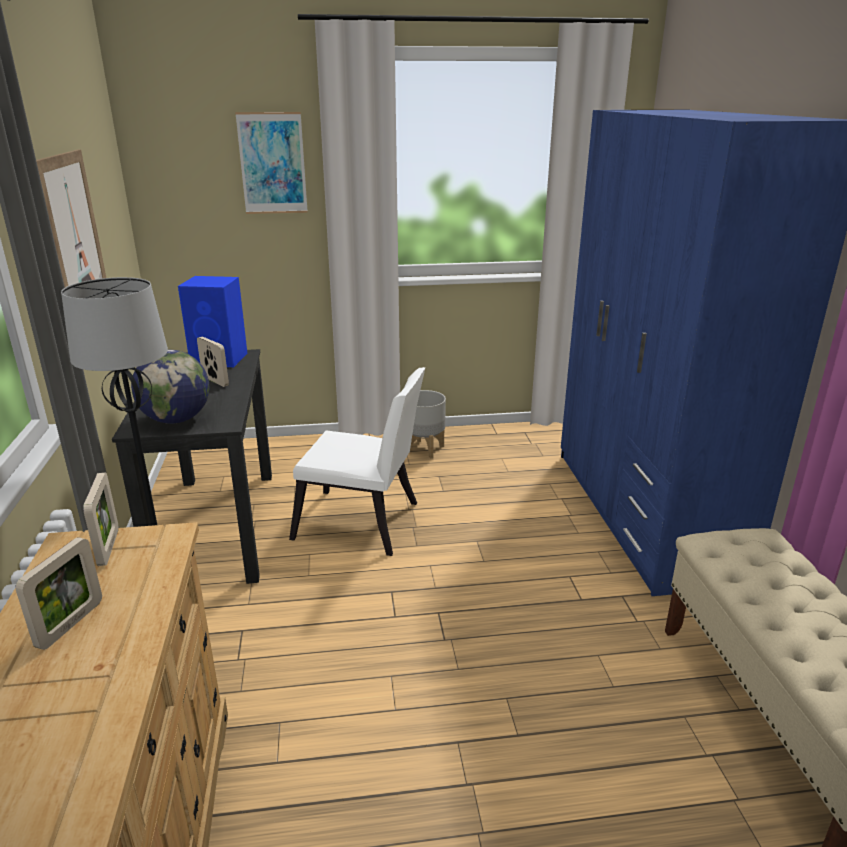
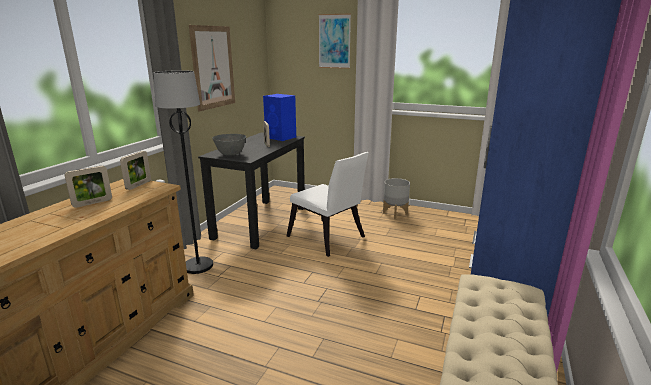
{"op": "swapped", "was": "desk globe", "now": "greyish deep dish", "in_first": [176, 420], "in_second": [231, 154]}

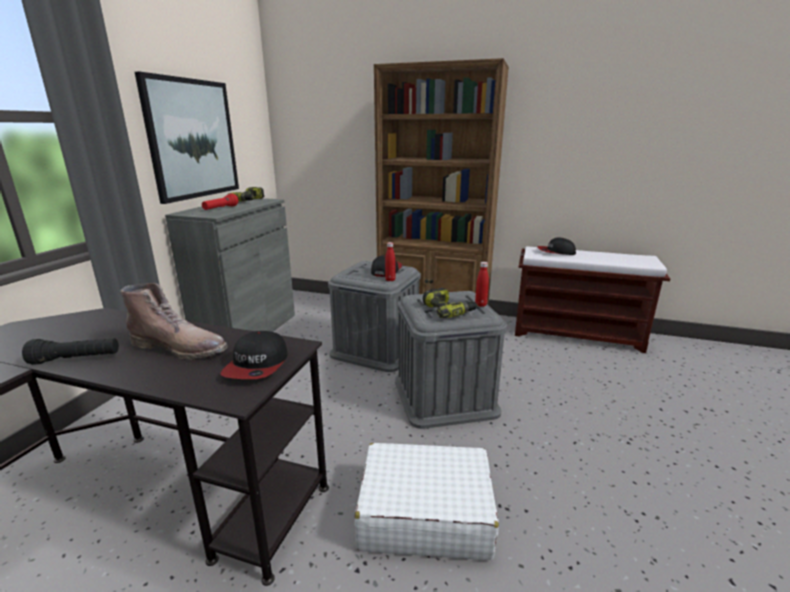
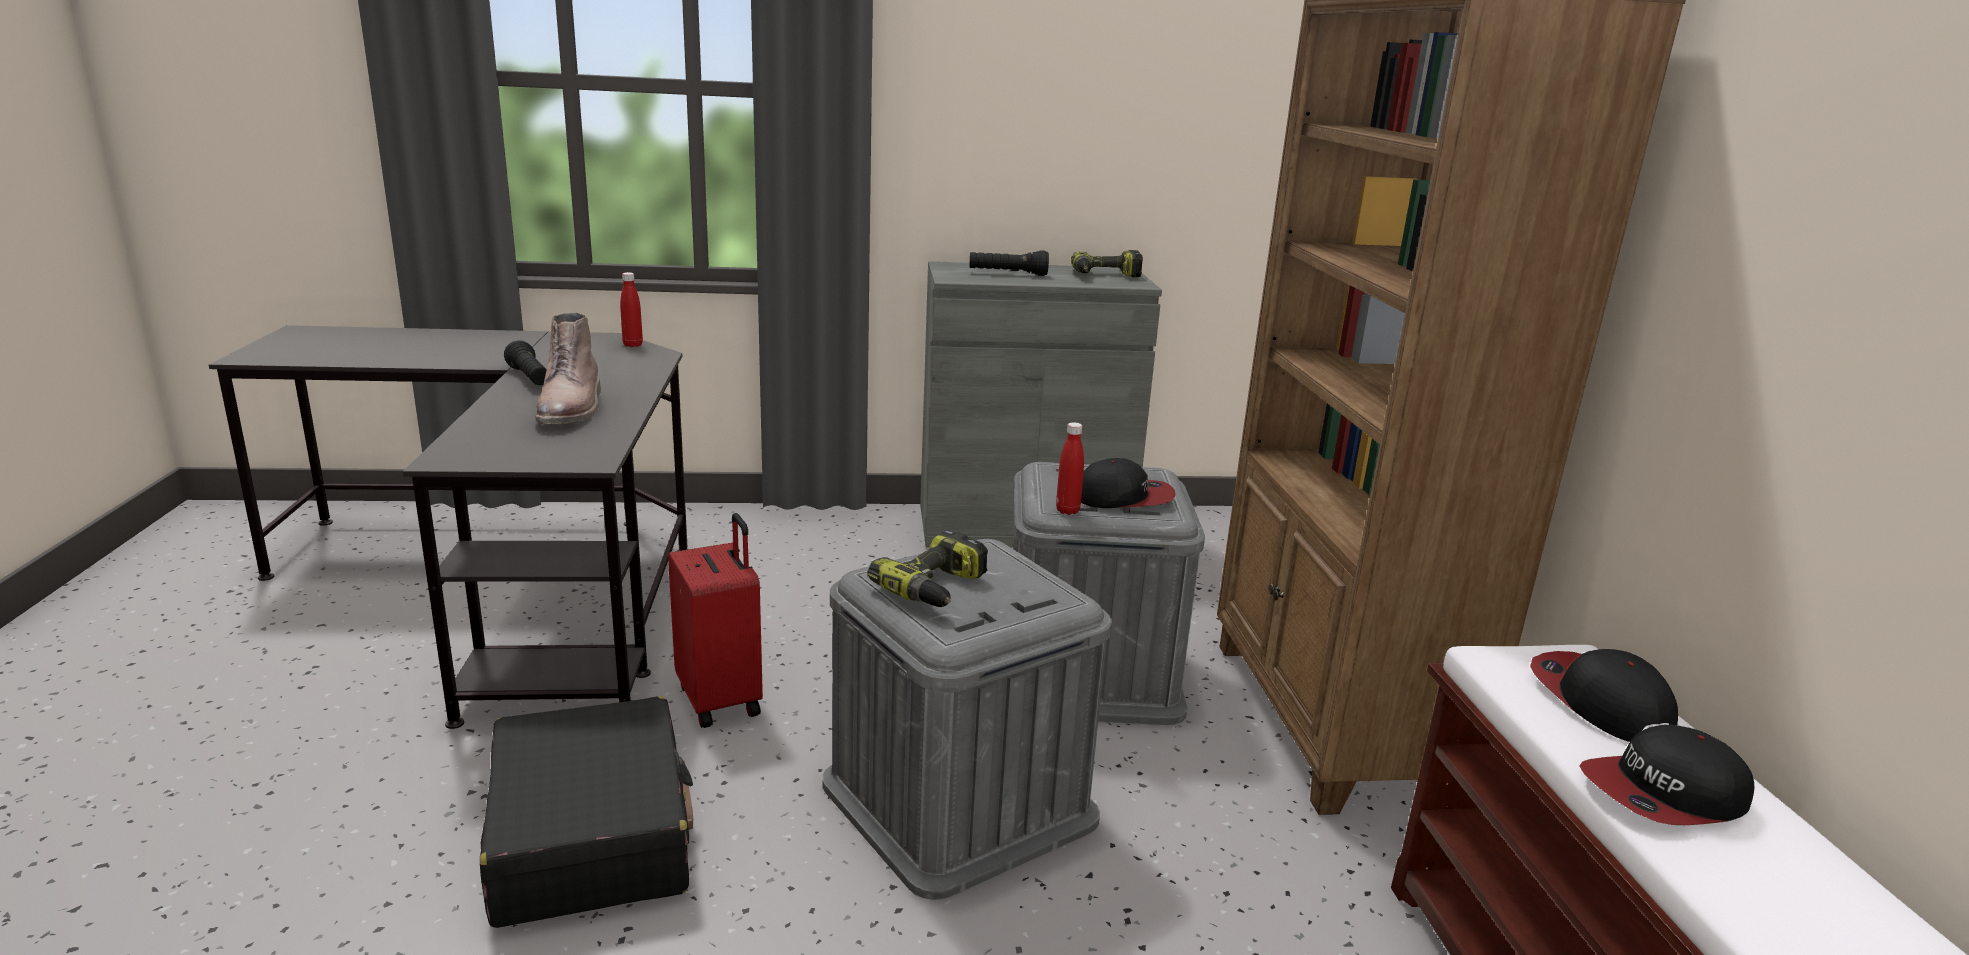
{"op": "gone", "was": "picture", "in_first": [192, 139]}
{"op": "repainted", "was": "red-coloured torch", "now": "black-coloured torch", "in_first": [220, 209], "in_second": [1008, 274]}
{"op": "shifted", "was": "red-coloured bottle", "in_first": [480, 305], "in_second": [632, 345]}
{"op": "shifted", "was": "cap", "in_first": [257, 365], "in_second": [1663, 794]}
{"op": "repainted", "was": "white suitcase", "now": "black-coloured suitcase", "in_first": [424, 513], "in_second": [591, 835]}
{"op": "new", "now": "red-coloured suitcase", "in_second": [722, 699]}

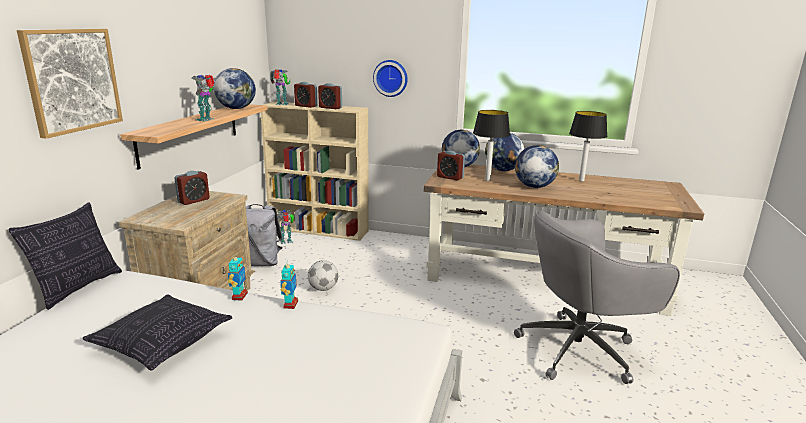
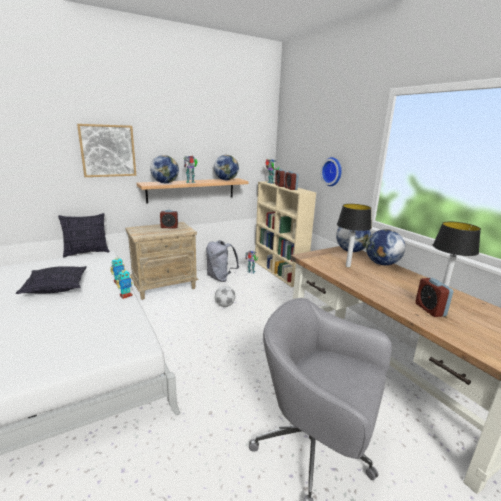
{"op": "shifted", "was": "desk globe", "in_first": [534, 186], "in_second": [165, 183]}
{"op": "shifted", "was": "table clock", "in_first": [450, 177], "in_second": [430, 309]}

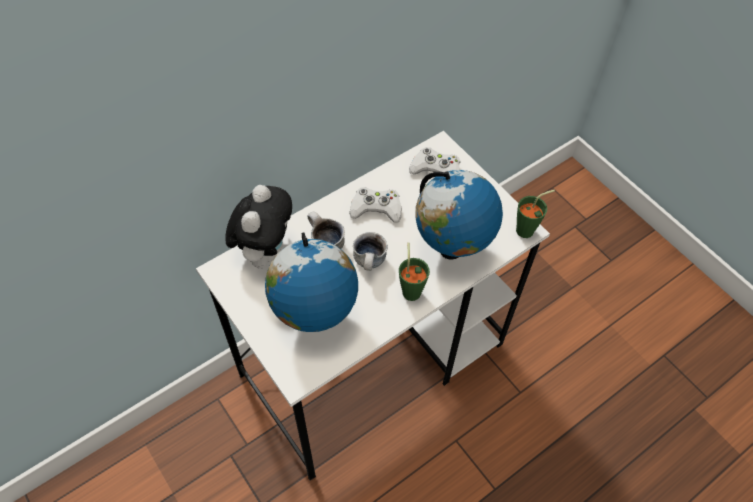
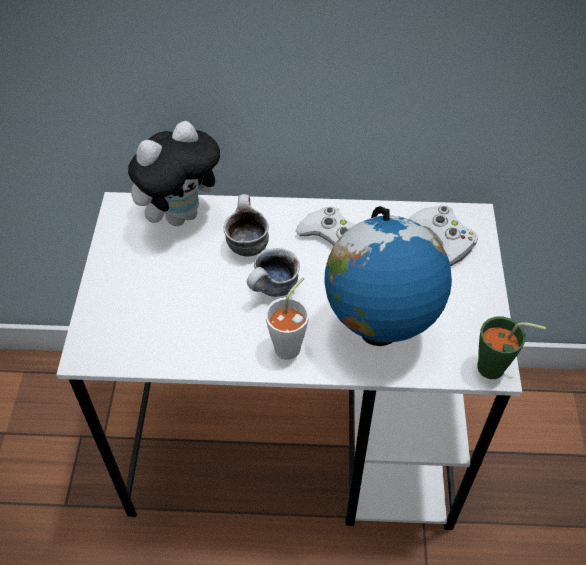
{"op": "gone", "was": "desk globe", "in_first": [315, 317]}
{"op": "repainted", "was": "green drinking cup", "now": "white drinking cup", "in_first": [411, 288], "in_second": [291, 344]}

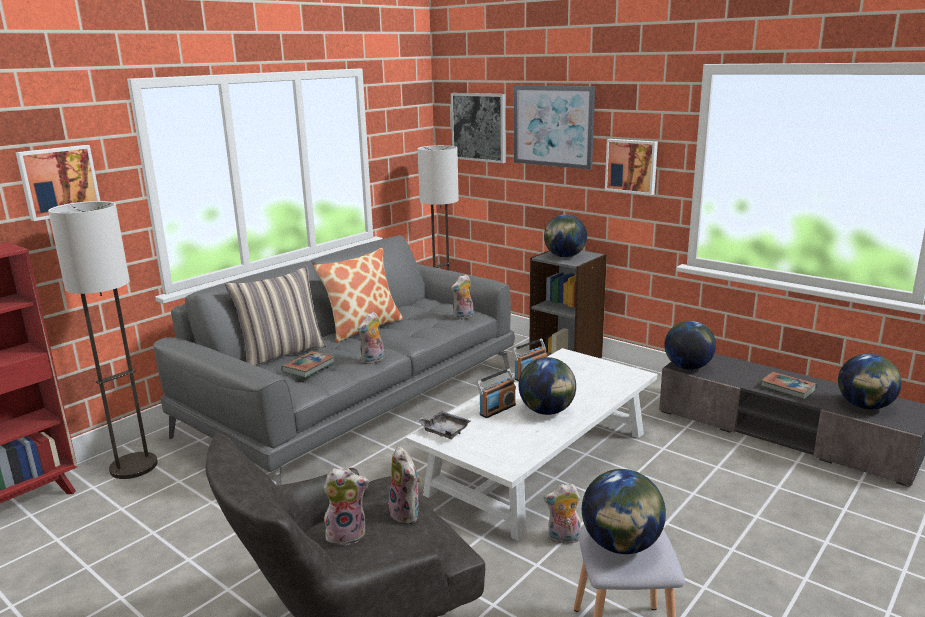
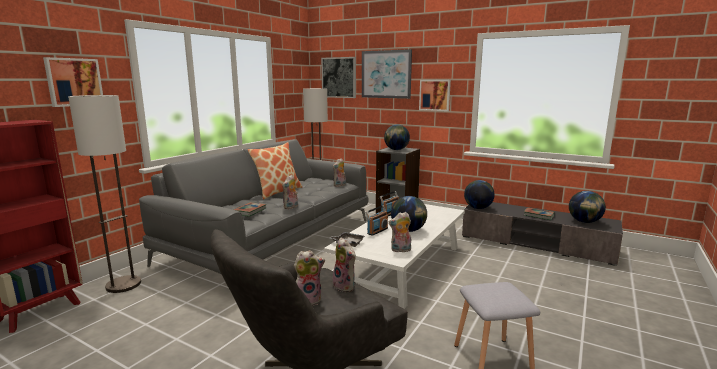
{"op": "gone", "was": "throw pillow", "in_first": [282, 353]}
{"op": "gone", "was": "desk globe", "in_first": [621, 545]}
{"op": "shifted", "was": "soft toy", "in_first": [563, 539], "in_second": [400, 250]}

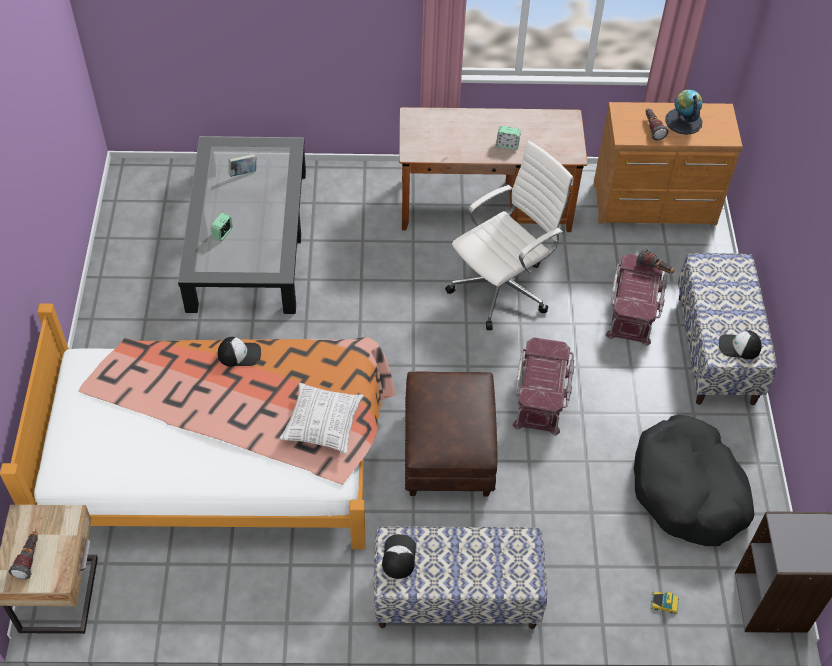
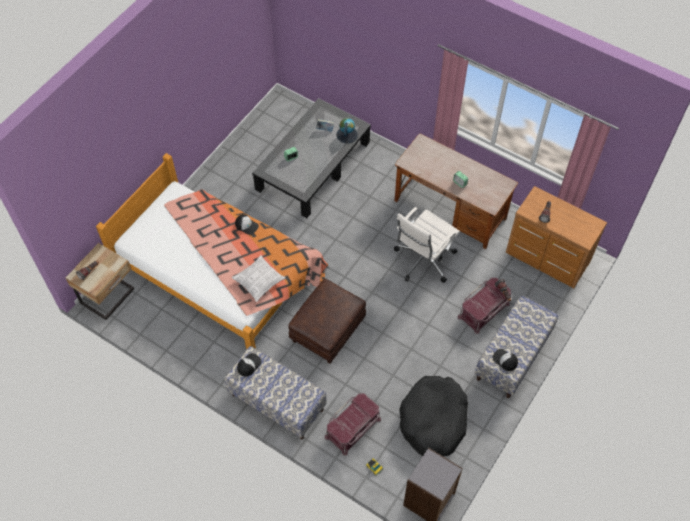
{"op": "shifted", "was": "desk globe", "in_first": [683, 121], "in_second": [347, 135]}
{"op": "rotated", "was": "white desk chair", "in_first": [503, 288], "in_second": [423, 260], "clockwise": 135}
{"op": "shifted", "was": "red-coloured storage bin", "in_first": [541, 397], "in_second": [353, 428]}

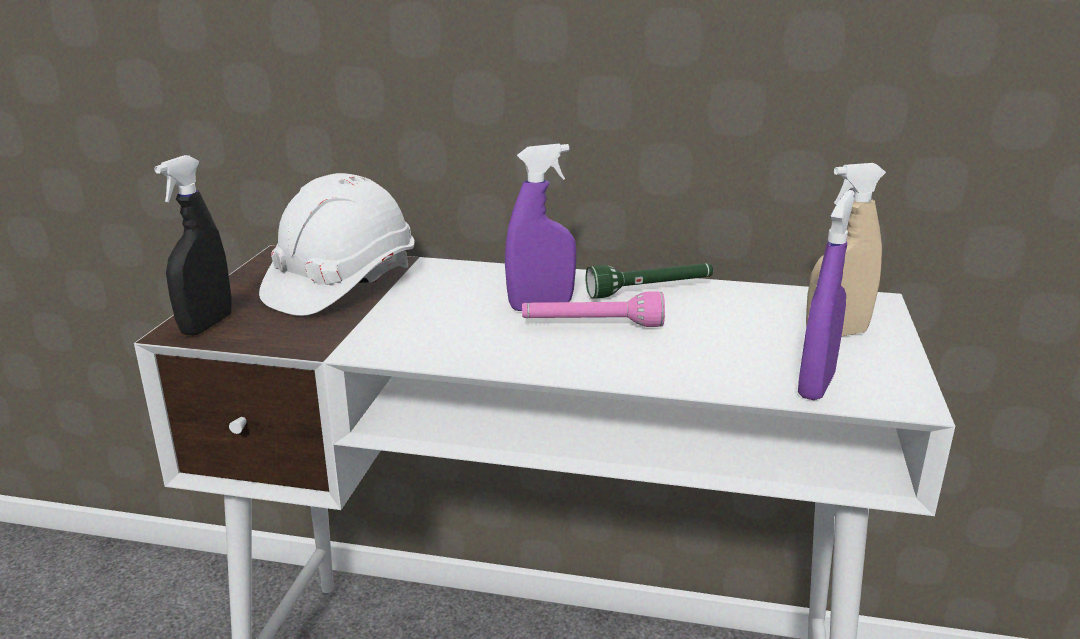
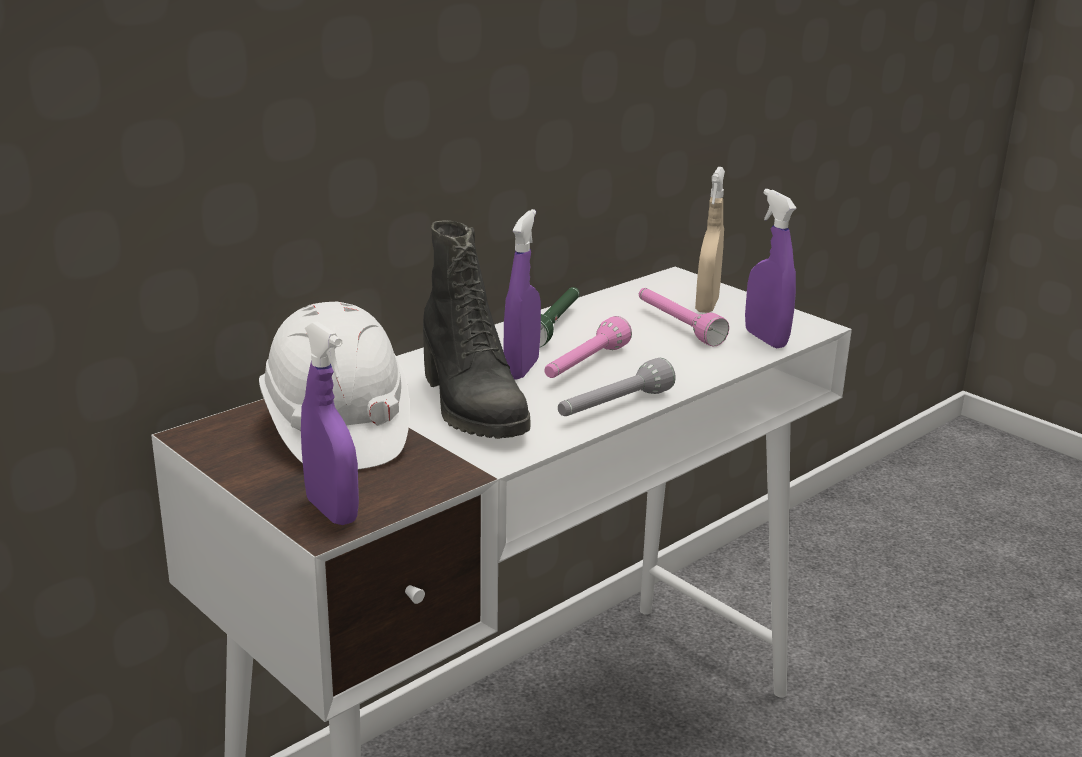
{"op": "repainted", "was": "black-coloured hand sprayer", "now": "purple hand sprayer", "in_first": [206, 325], "in_second": [332, 511]}
{"op": "new", "now": "black-coloured boot", "in_second": [470, 407]}
{"op": "new", "now": "pink-coloured torch", "in_second": [677, 326]}
{"op": "new", "now": "greyish torch", "in_second": [613, 406]}

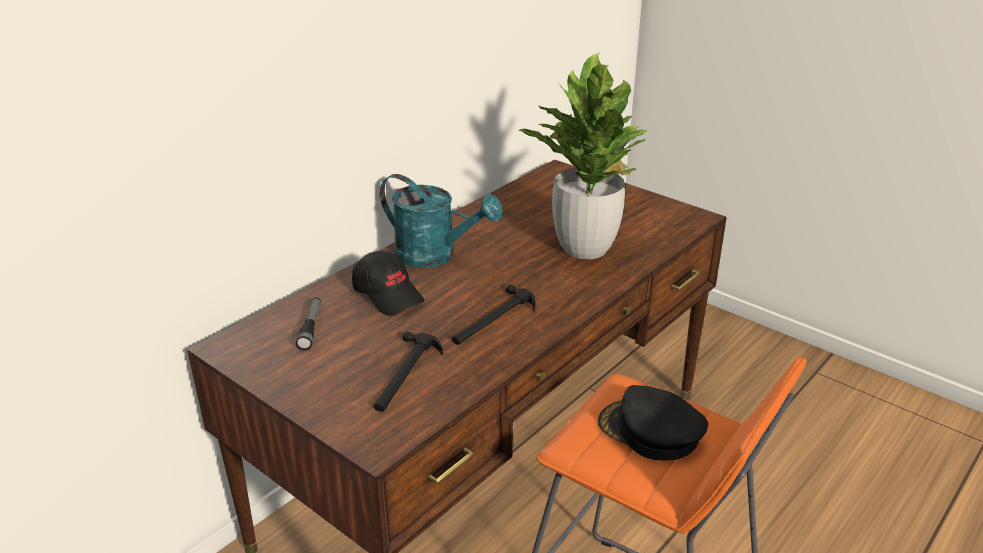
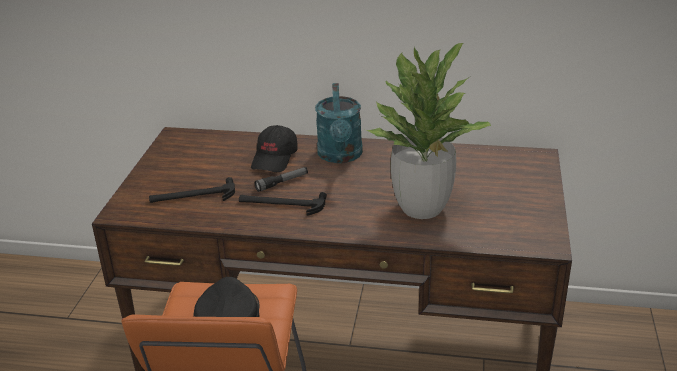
{"op": "shifted", "was": "torch", "in_first": [310, 328], "in_second": [282, 183]}

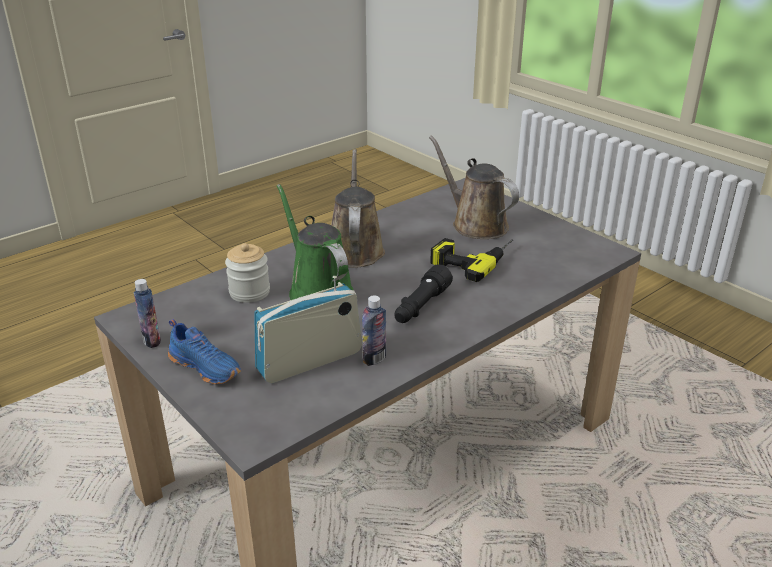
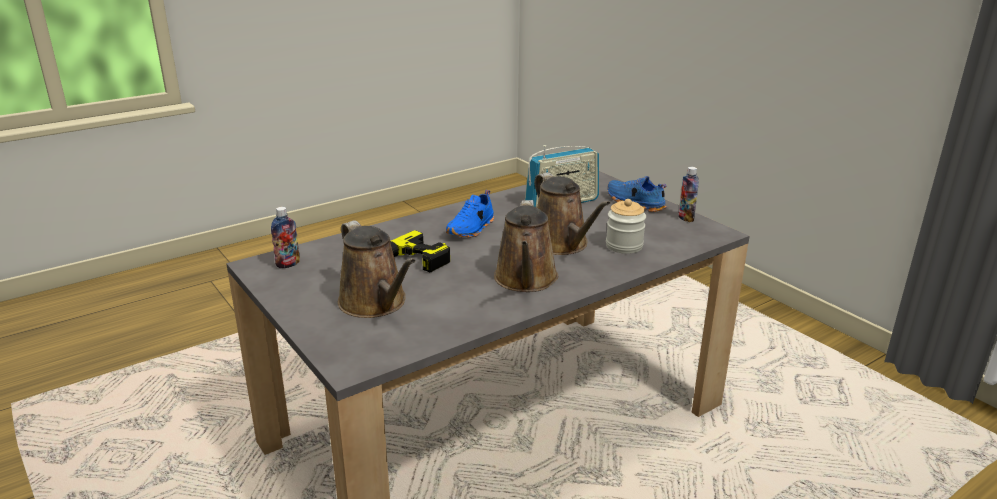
{"op": "repainted", "was": "green watering pot", "now": "brown watering pot", "in_first": [317, 290], "in_second": [562, 244]}
{"op": "swapped", "was": "black-coloured torch", "now": "bluish shoe", "in_first": [421, 306], "in_second": [472, 229]}
{"op": "shifted", "was": "bottle", "in_first": [374, 358], "in_second": [288, 264]}

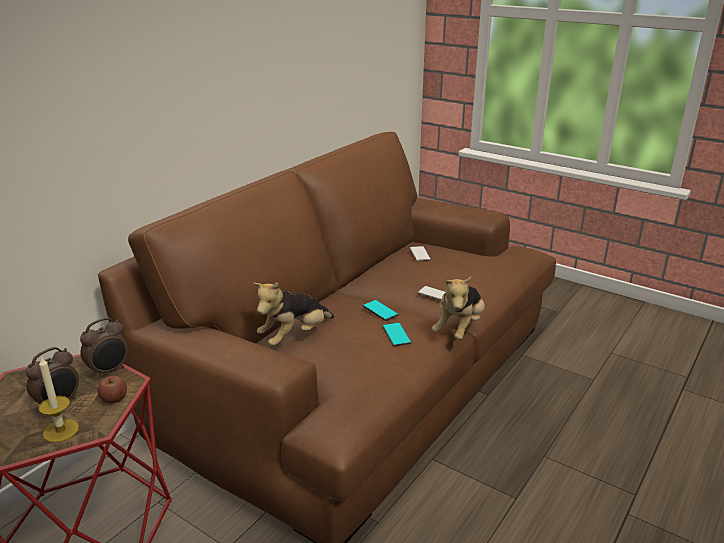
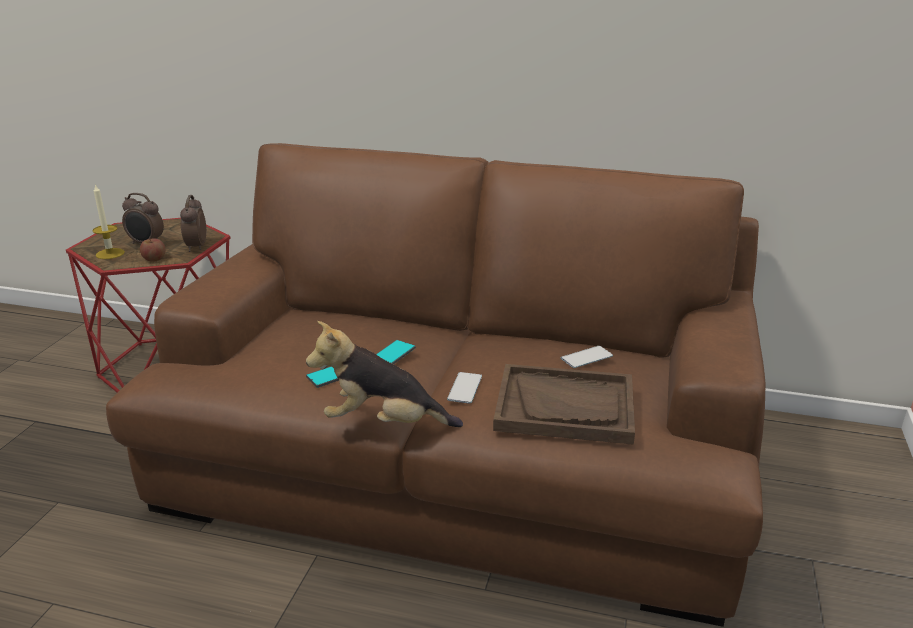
{"op": "gone", "was": "soft toy", "in_first": [295, 336]}
{"op": "rotated", "was": "table clock", "in_first": [109, 371], "in_second": [196, 247], "clockwise": 60}
{"op": "new", "now": "brown serving tray", "in_second": [565, 407]}

